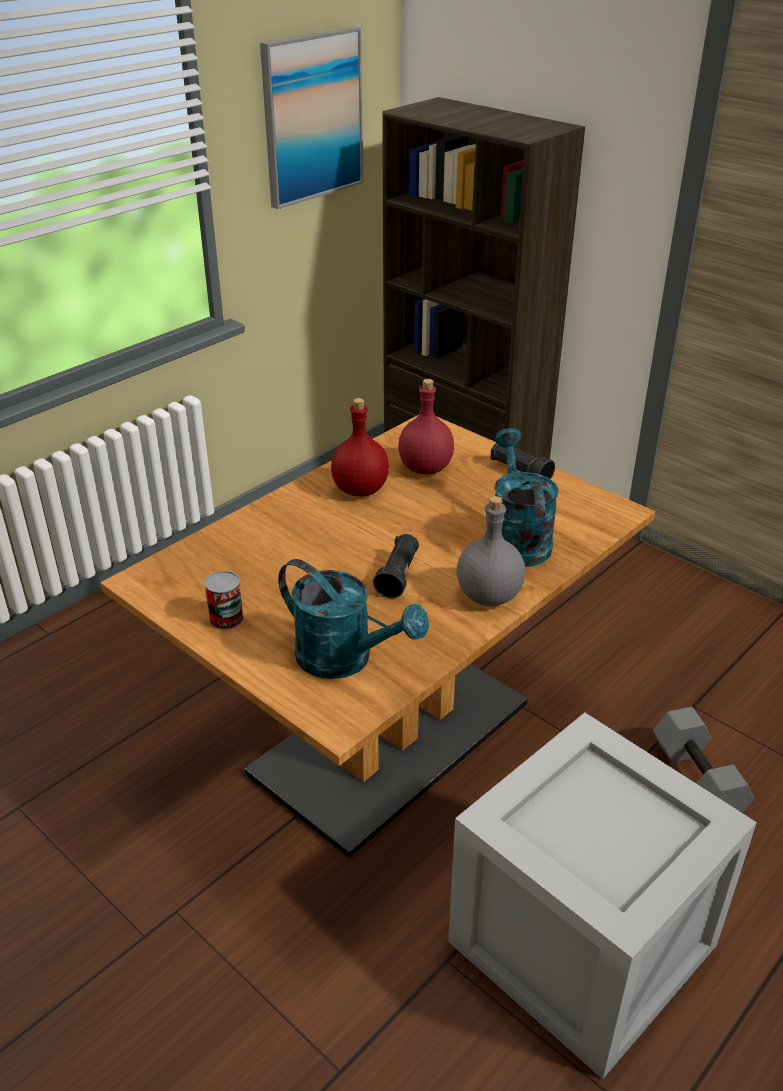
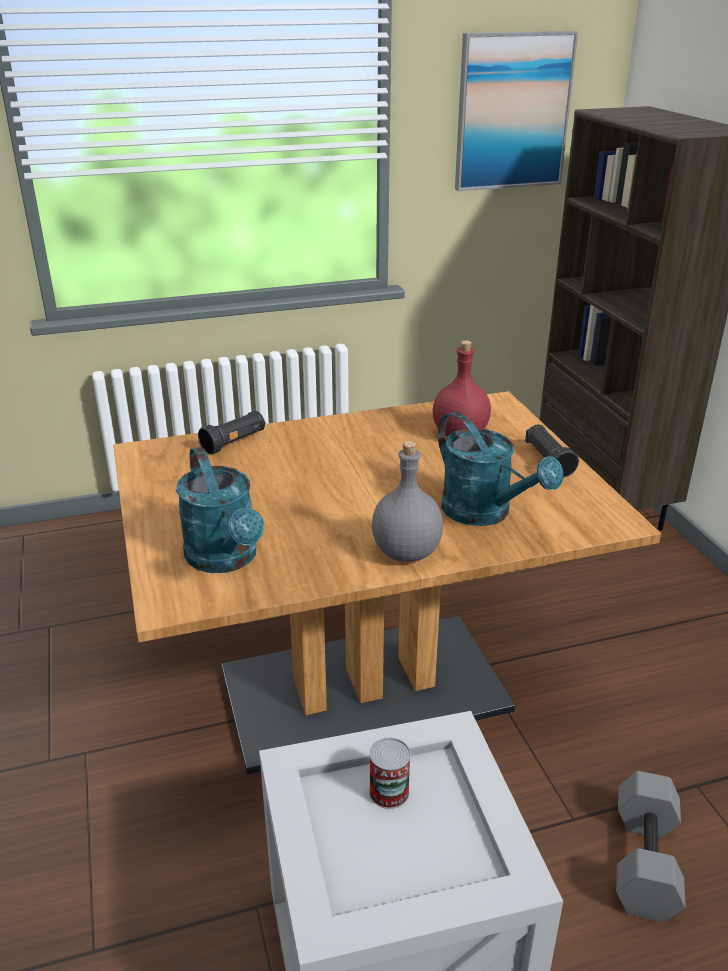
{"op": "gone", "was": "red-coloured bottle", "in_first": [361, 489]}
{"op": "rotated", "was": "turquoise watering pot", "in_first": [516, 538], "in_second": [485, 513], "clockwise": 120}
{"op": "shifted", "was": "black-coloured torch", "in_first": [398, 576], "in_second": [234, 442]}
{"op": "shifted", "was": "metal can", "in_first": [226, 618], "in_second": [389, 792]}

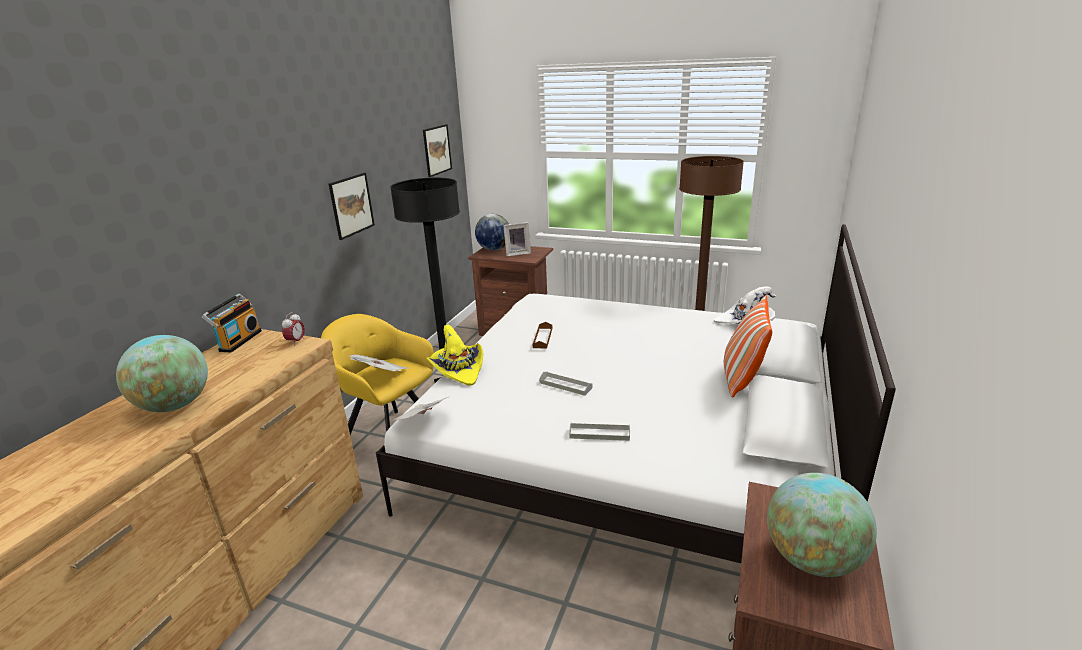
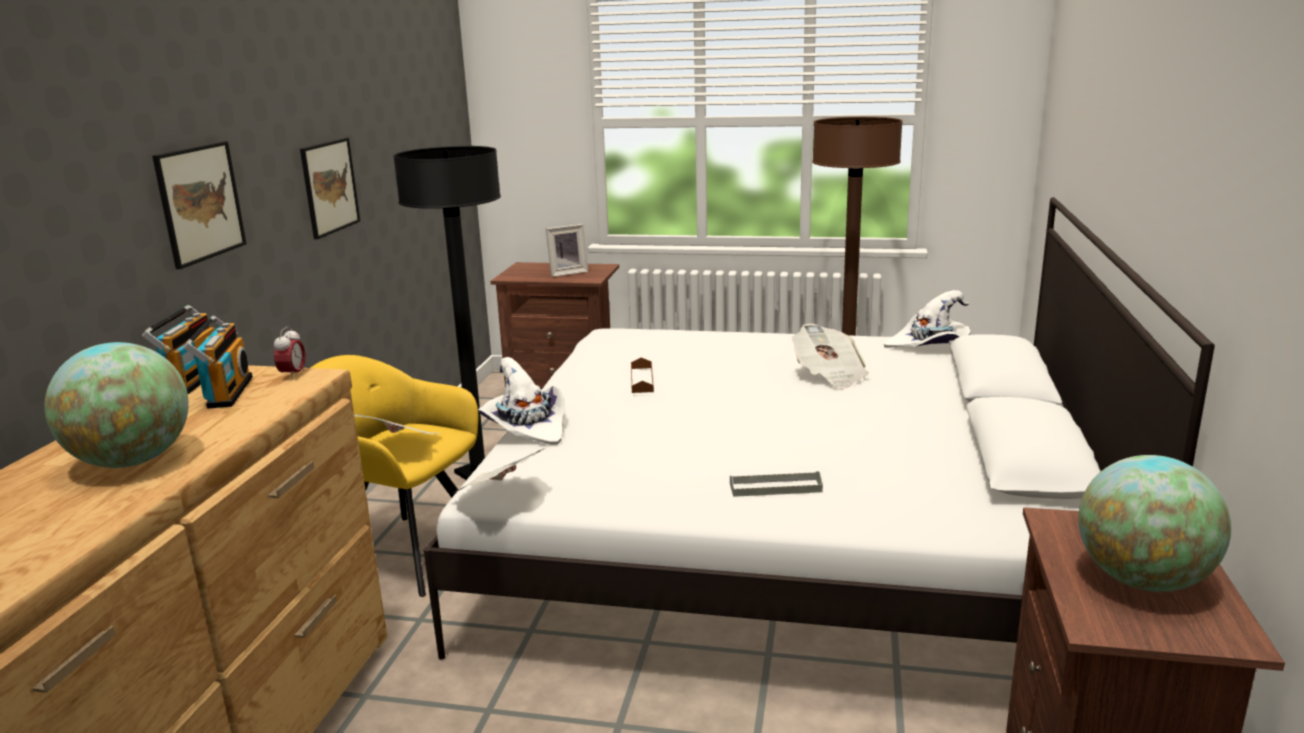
{"op": "shifted", "was": "picture", "in_first": [437, 150], "in_second": [200, 203]}
{"op": "gone", "was": "desk globe", "in_first": [494, 249]}
{"op": "gone", "was": "throw pillow", "in_first": [741, 379]}
{"op": "repainted", "was": "yellow wearable hat", "now": "white wearable hat", "in_first": [458, 370], "in_second": [527, 427]}
{"op": "gone", "was": "greyish serving tray", "in_first": [565, 385]}
{"op": "new", "now": "radio", "in_second": [226, 392]}
{"op": "new", "now": "daily paper", "in_second": [829, 375]}

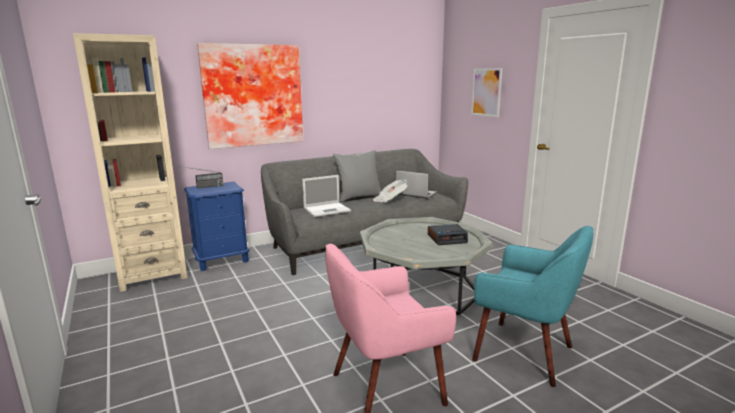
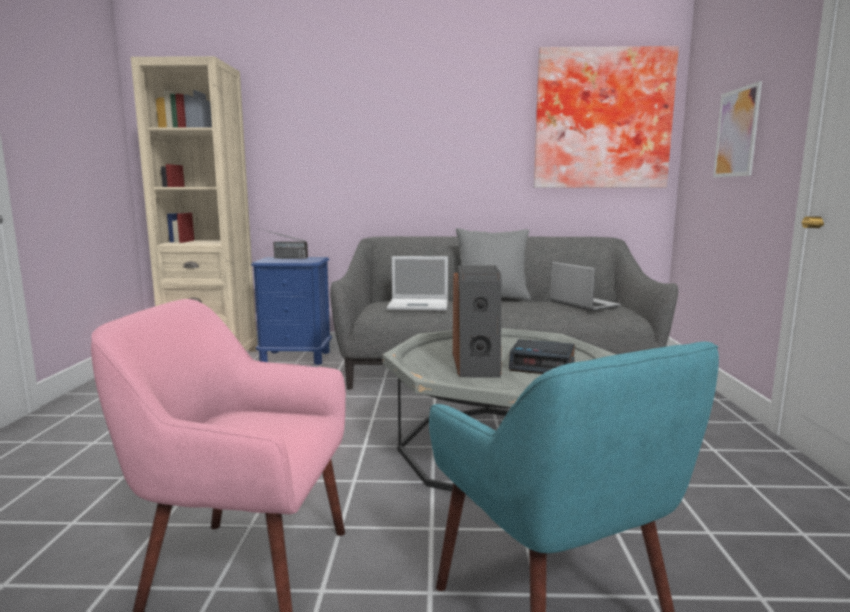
{"op": "shifted", "was": "picture", "in_first": [252, 95], "in_second": [601, 120]}
{"op": "gone", "was": "daily paper", "in_first": [390, 200]}
{"op": "new", "now": "loudspeaker", "in_second": [477, 364]}

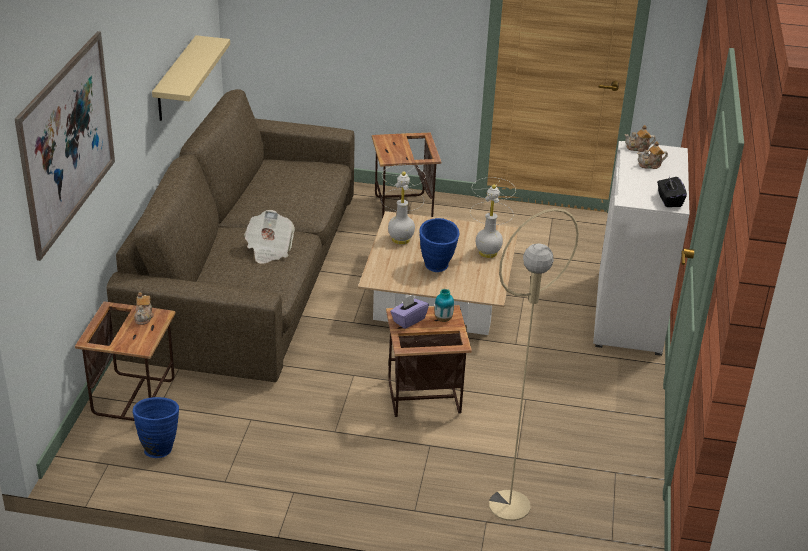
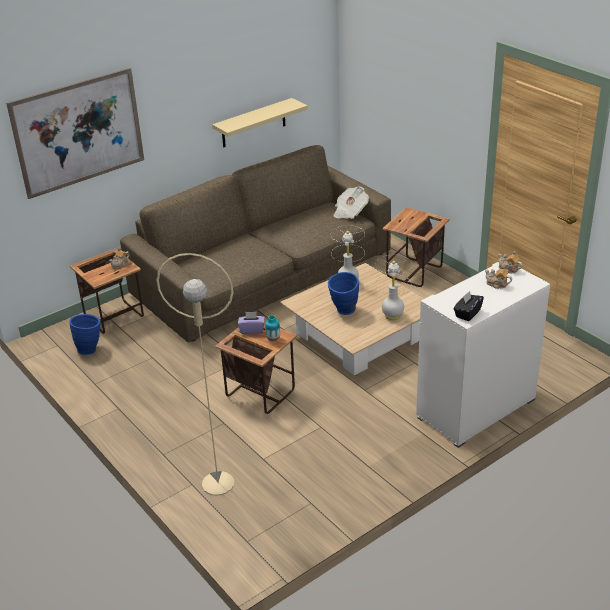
{"op": "shifted", "was": "daily paper", "in_first": [269, 249], "in_second": [350, 212]}

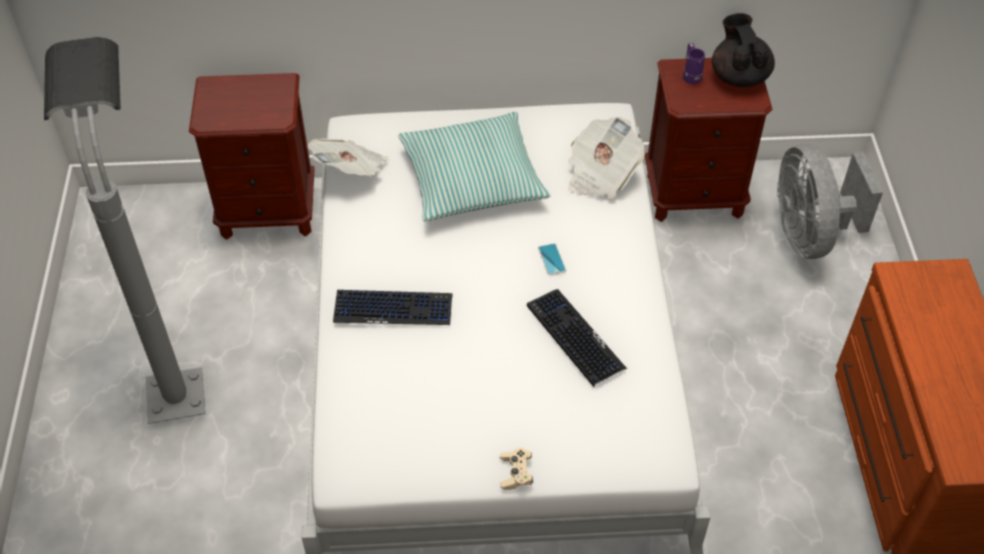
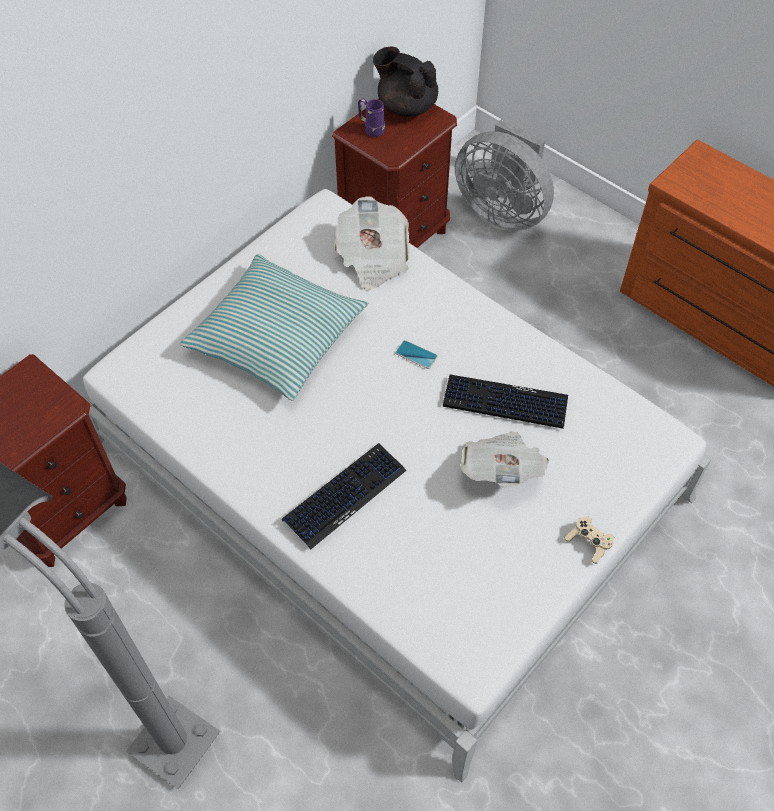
{"op": "shifted", "was": "daily paper", "in_first": [351, 171], "in_second": [501, 470]}

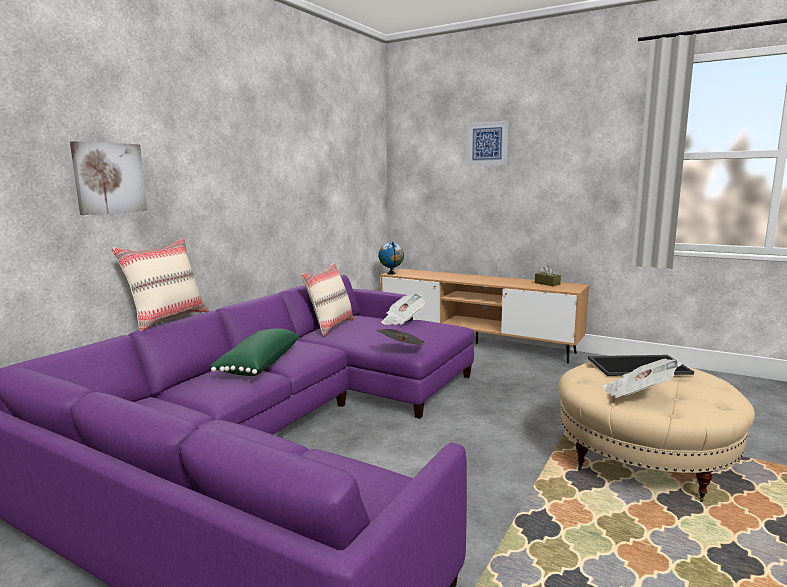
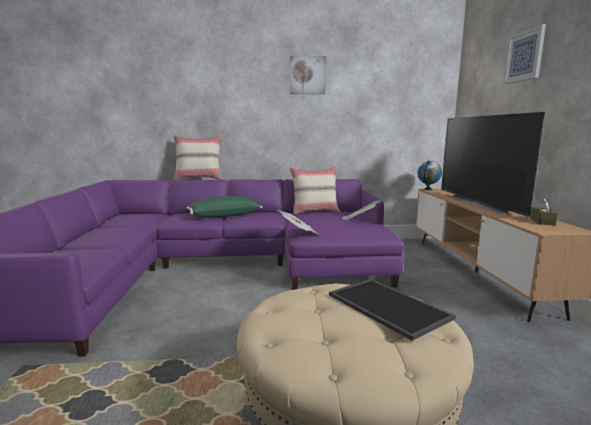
{"op": "shifted", "was": "picture", "in_first": [109, 178], "in_second": [307, 75]}
{"op": "gone", "was": "daily paper", "in_first": [637, 395]}
{"op": "new", "now": "TV", "in_second": [482, 204]}

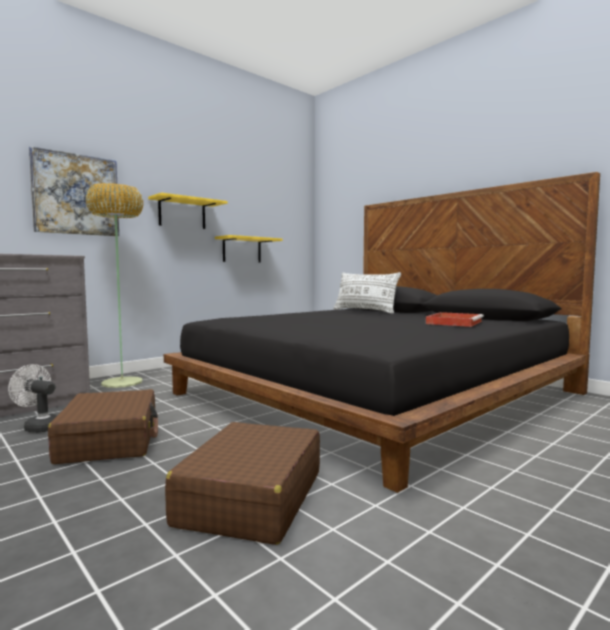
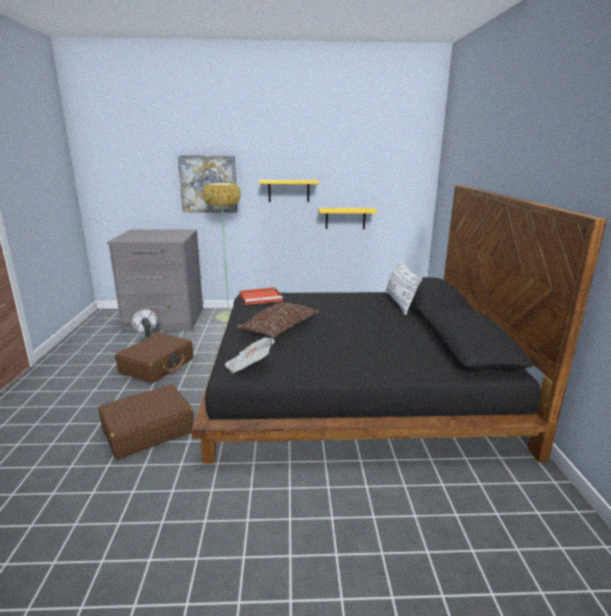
{"op": "shifted", "was": "red-coloured serving tray", "in_first": [454, 322], "in_second": [261, 298]}
{"op": "new", "now": "brown throw pillow", "in_second": [279, 329]}
{"op": "new", "now": "daily paper", "in_second": [249, 366]}

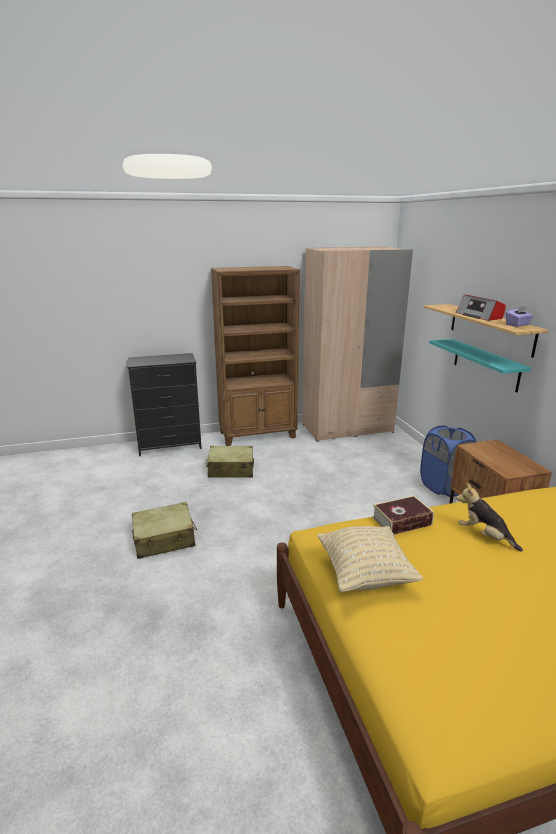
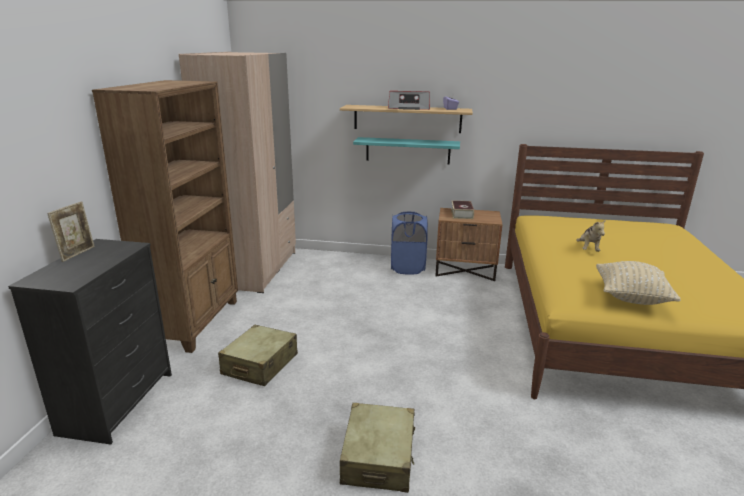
{"op": "rotated", "was": "soft toy", "in_first": [484, 536], "in_second": [588, 249], "clockwise": -60}
{"op": "shifted", "was": "volume", "in_first": [401, 521], "in_second": [461, 214]}
{"op": "new", "now": "photo frame", "in_second": [77, 253]}

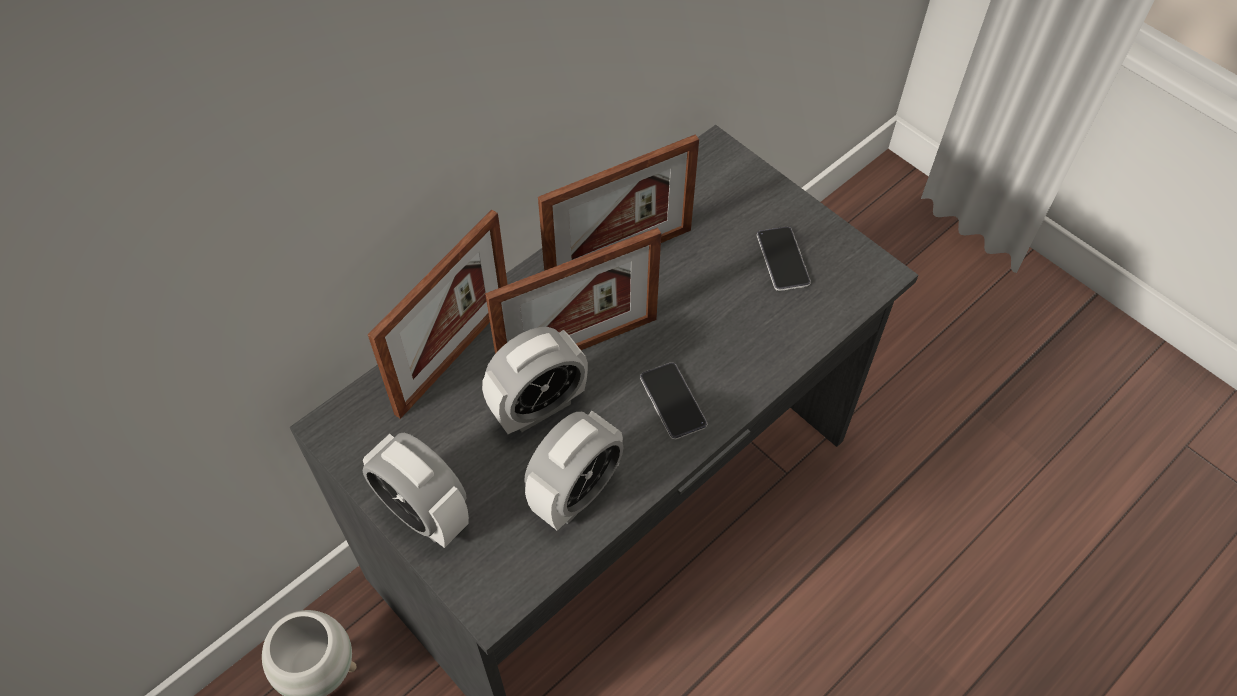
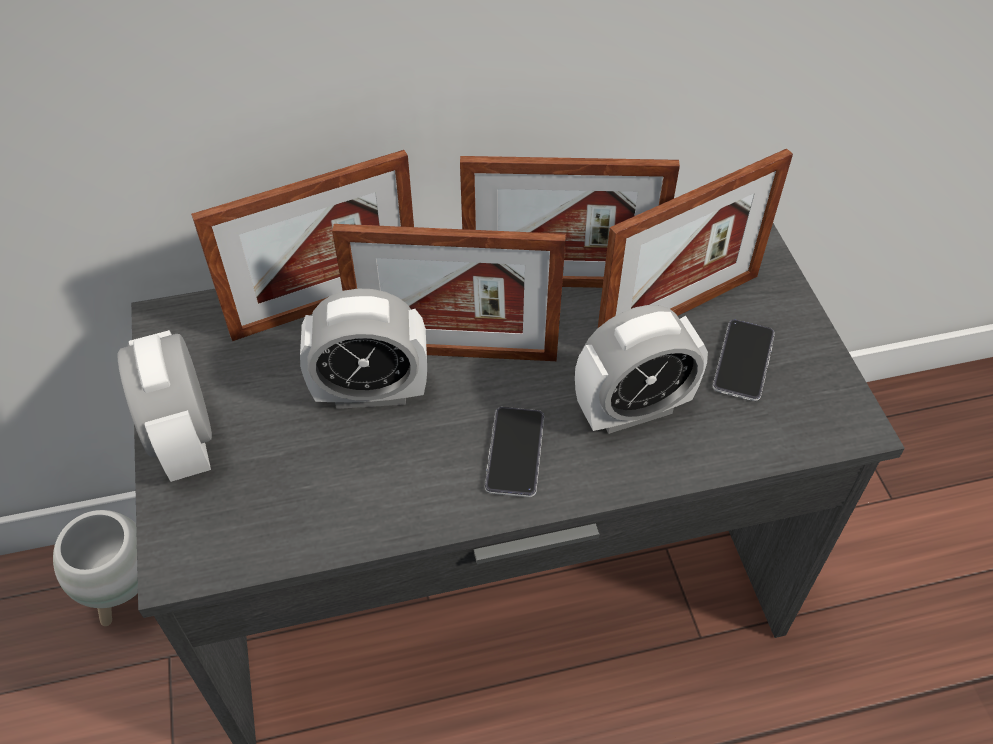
{"op": "shifted", "was": "table clock", "in_first": [576, 493], "in_second": [633, 410]}
{"op": "new", "now": "photo frame", "in_second": [678, 311]}

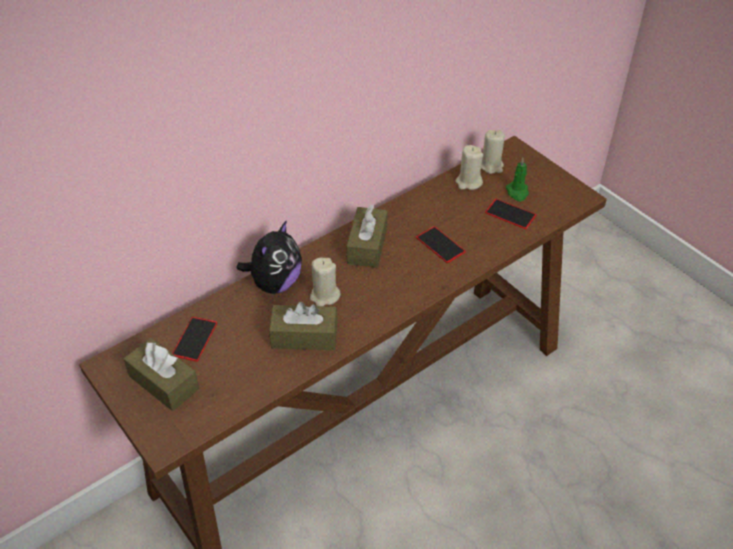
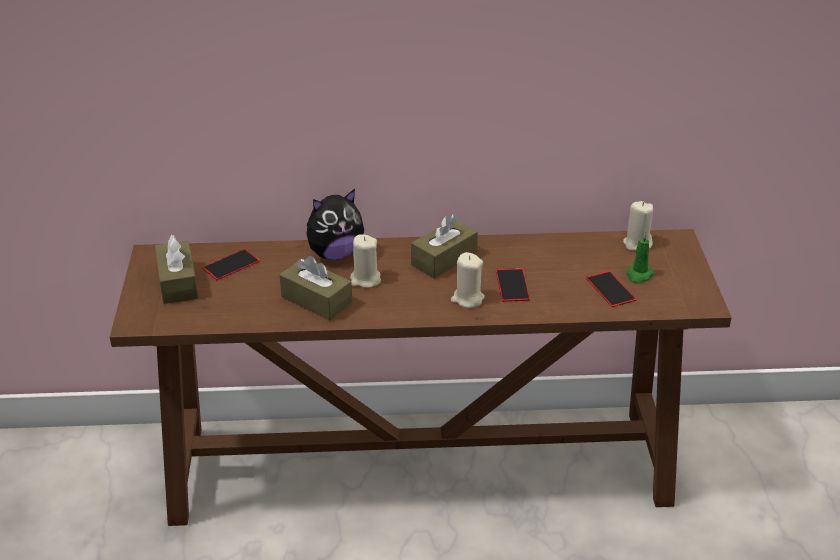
{"op": "shifted", "was": "beige wax light", "in_first": [468, 182], "in_second": [467, 299]}

